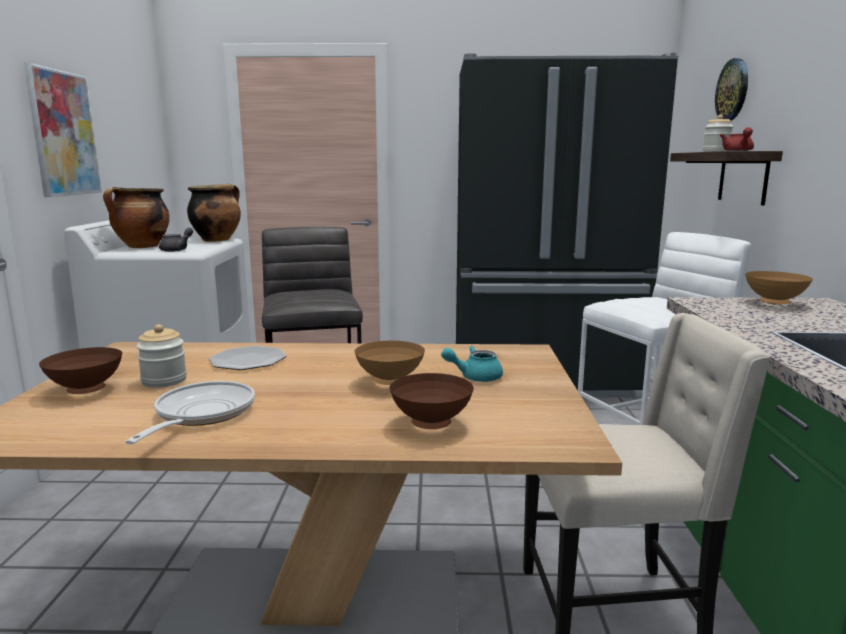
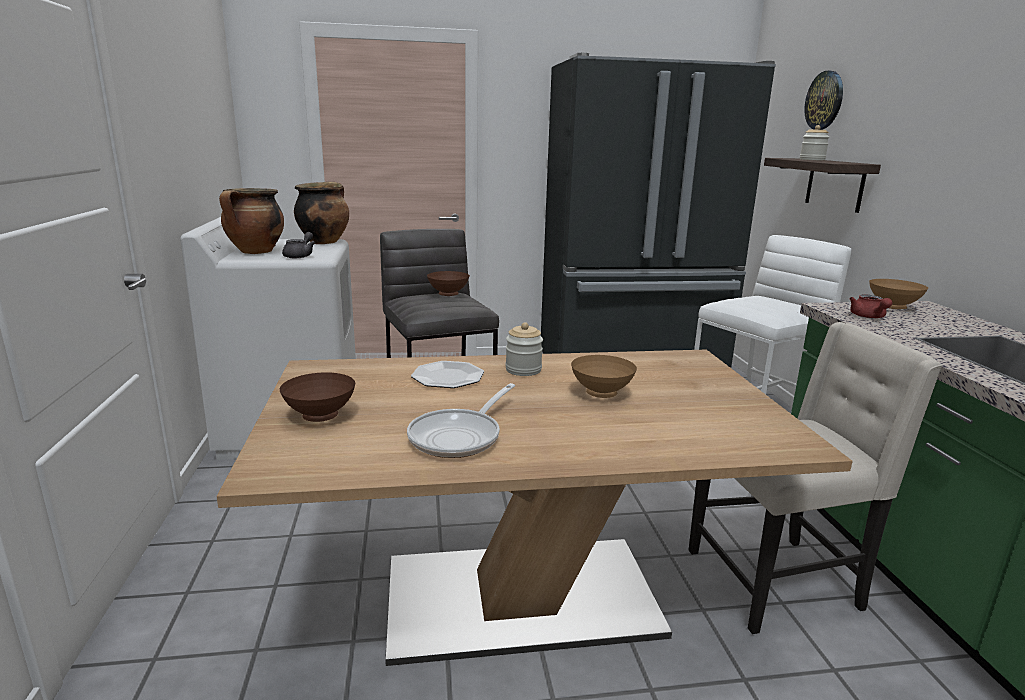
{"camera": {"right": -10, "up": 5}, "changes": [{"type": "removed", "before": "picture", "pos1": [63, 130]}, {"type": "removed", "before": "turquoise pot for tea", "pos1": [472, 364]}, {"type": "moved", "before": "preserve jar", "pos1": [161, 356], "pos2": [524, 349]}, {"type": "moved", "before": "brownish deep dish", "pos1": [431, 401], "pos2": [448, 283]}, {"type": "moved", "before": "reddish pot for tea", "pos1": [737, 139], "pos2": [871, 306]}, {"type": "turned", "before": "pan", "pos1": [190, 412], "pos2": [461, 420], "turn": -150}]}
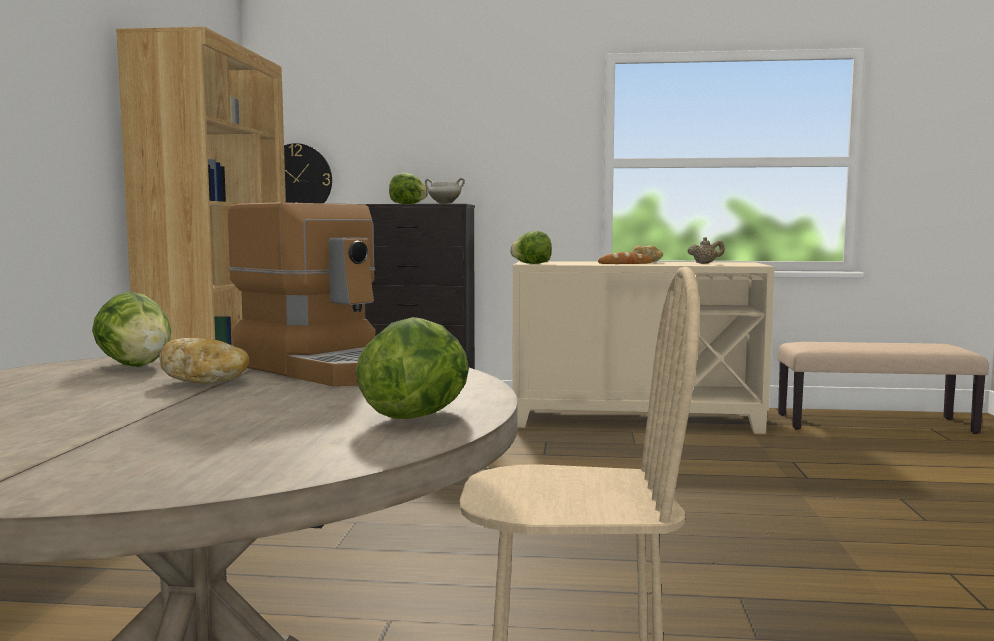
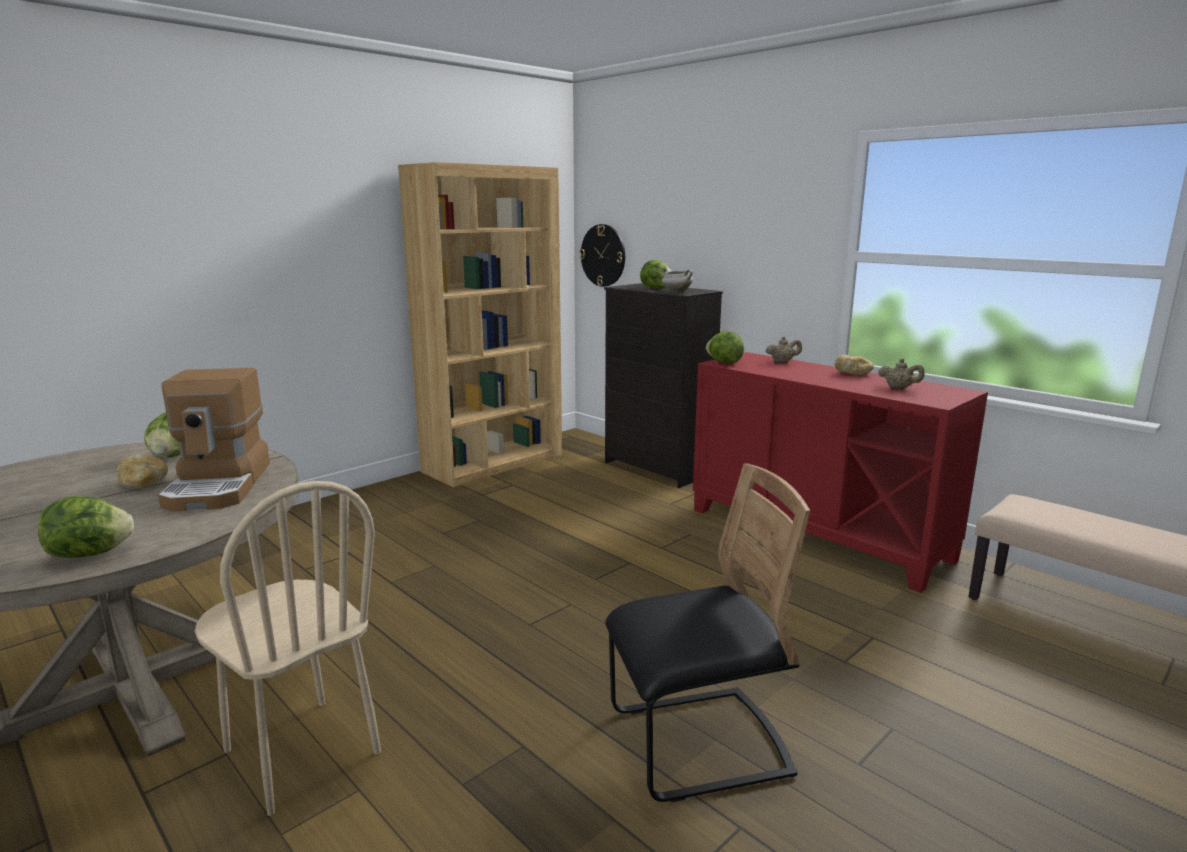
{"camera": {"right": 40, "up": 10}, "changes": [{"type": "removed", "before": "bakery bread", "pos1": [625, 258]}, {"type": "added", "after": "blackish chair", "pos2": [707, 633]}, {"type": "added", "after": "beige-coloured pot for tea", "pos2": [784, 349]}, {"type": "recoloured", "before": "beige-coloured storage cabinet", "after": "reddish storage cabinet", "pos1": [643, 347], "pos2": [840, 472]}]}
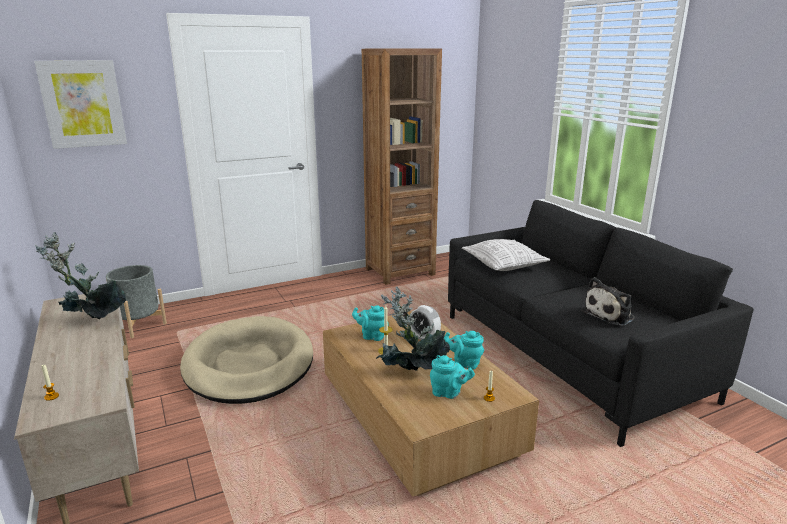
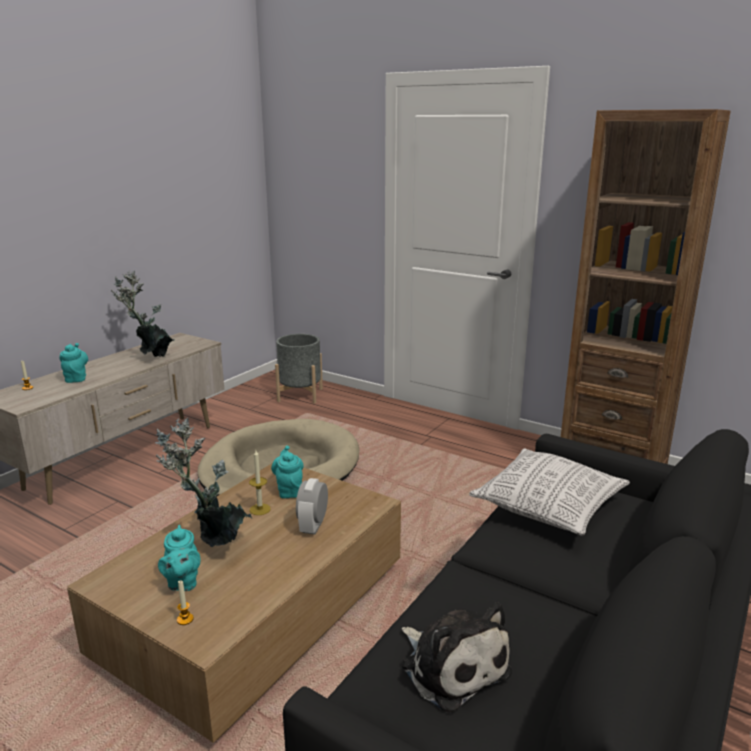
{"camera": {"right": 60, "up": 0}, "changes": [{"type": "removed", "before": "picture", "pos1": [80, 104]}, {"type": "moved", "before": "turquoise pot for tea", "pos1": [464, 350], "pos2": [73, 363]}, {"type": "turned", "before": "cuddly toy", "pos1": [608, 301], "pos2": [457, 657], "turn": -150}]}
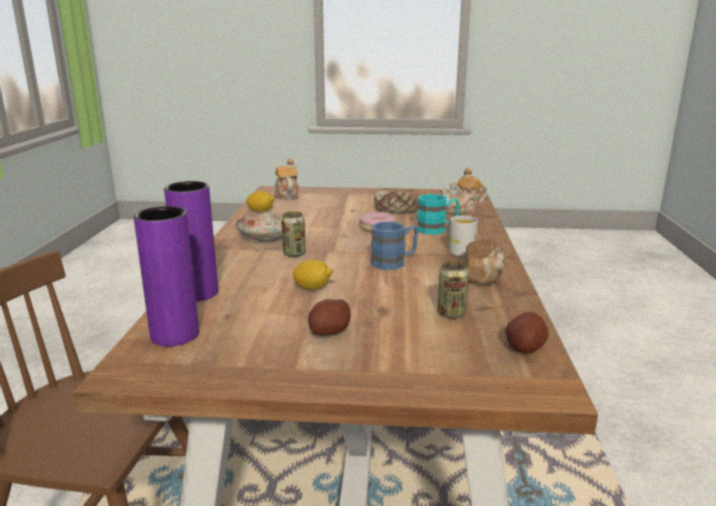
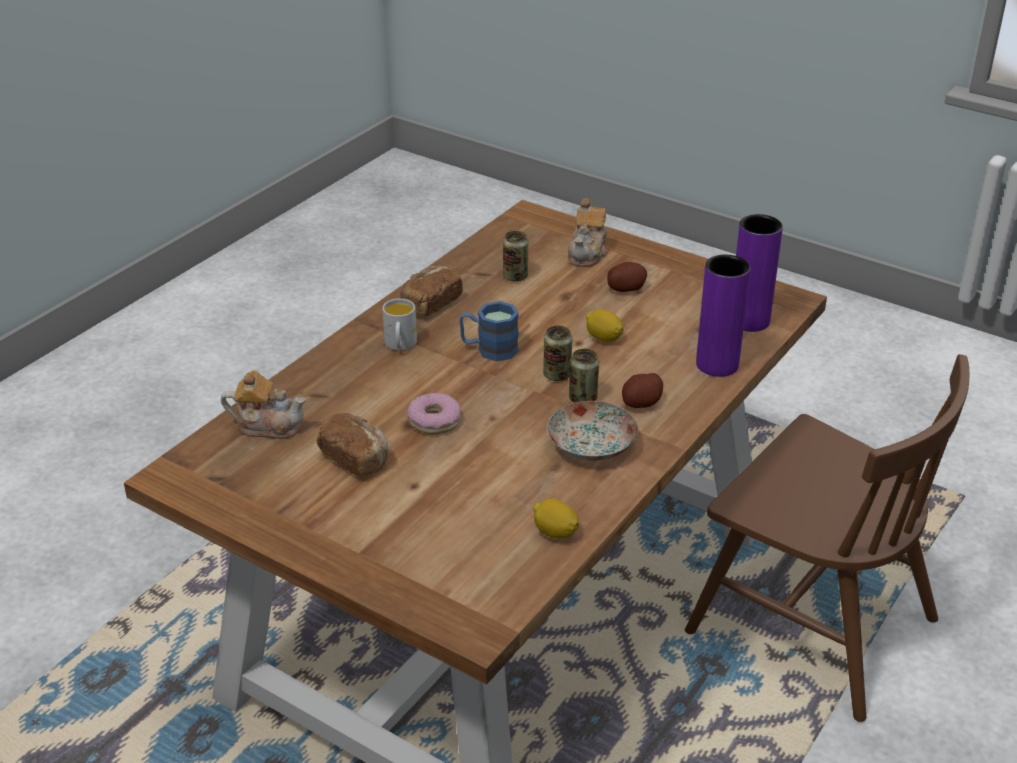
{"camera": {"right": -150, "up": 15}, "changes": [{"type": "removed", "before": "turquoise tea mug", "pos1": [438, 214]}, {"type": "added", "after": "metal can", "pos2": [558, 353]}, {"type": "moved", "before": "pot for tea", "pos1": [286, 179], "pos2": [588, 232]}, {"type": "moved", "before": "potato", "pos1": [527, 333], "pos2": [642, 390]}]}
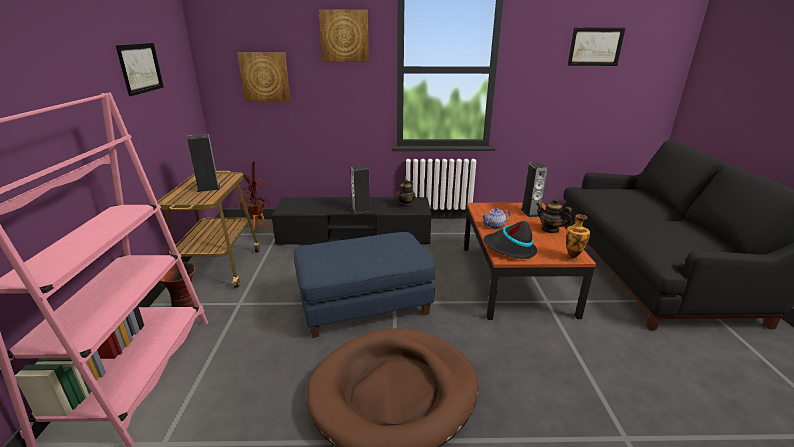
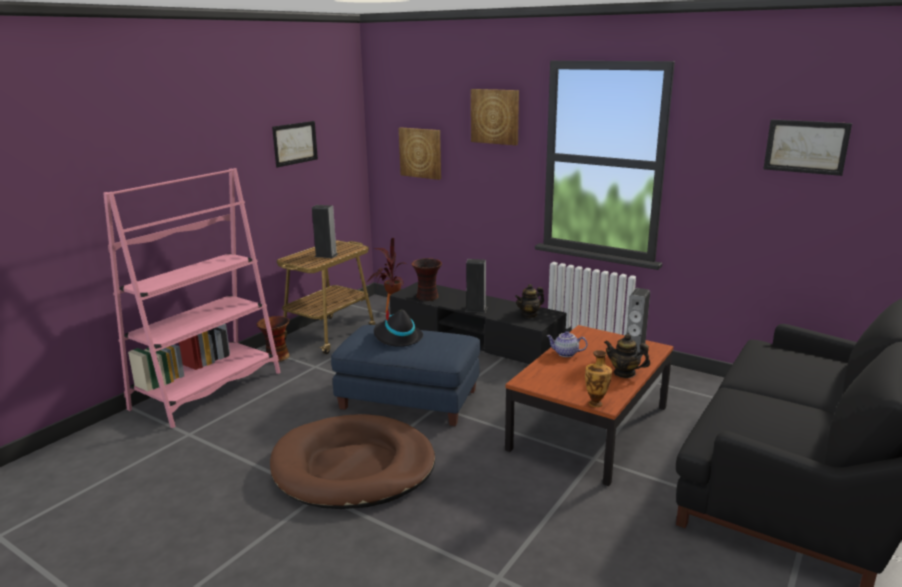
{"camera": {"right": 35, "up": -5}, "changes": [{"type": "added", "after": "decorative vase", "pos2": [427, 279]}, {"type": "moved", "before": "blackish wearable hat", "pos1": [510, 240], "pos2": [398, 327]}, {"type": "turned", "before": "pot for tea", "pos1": [554, 215], "pos2": [627, 356], "turn": -45}]}
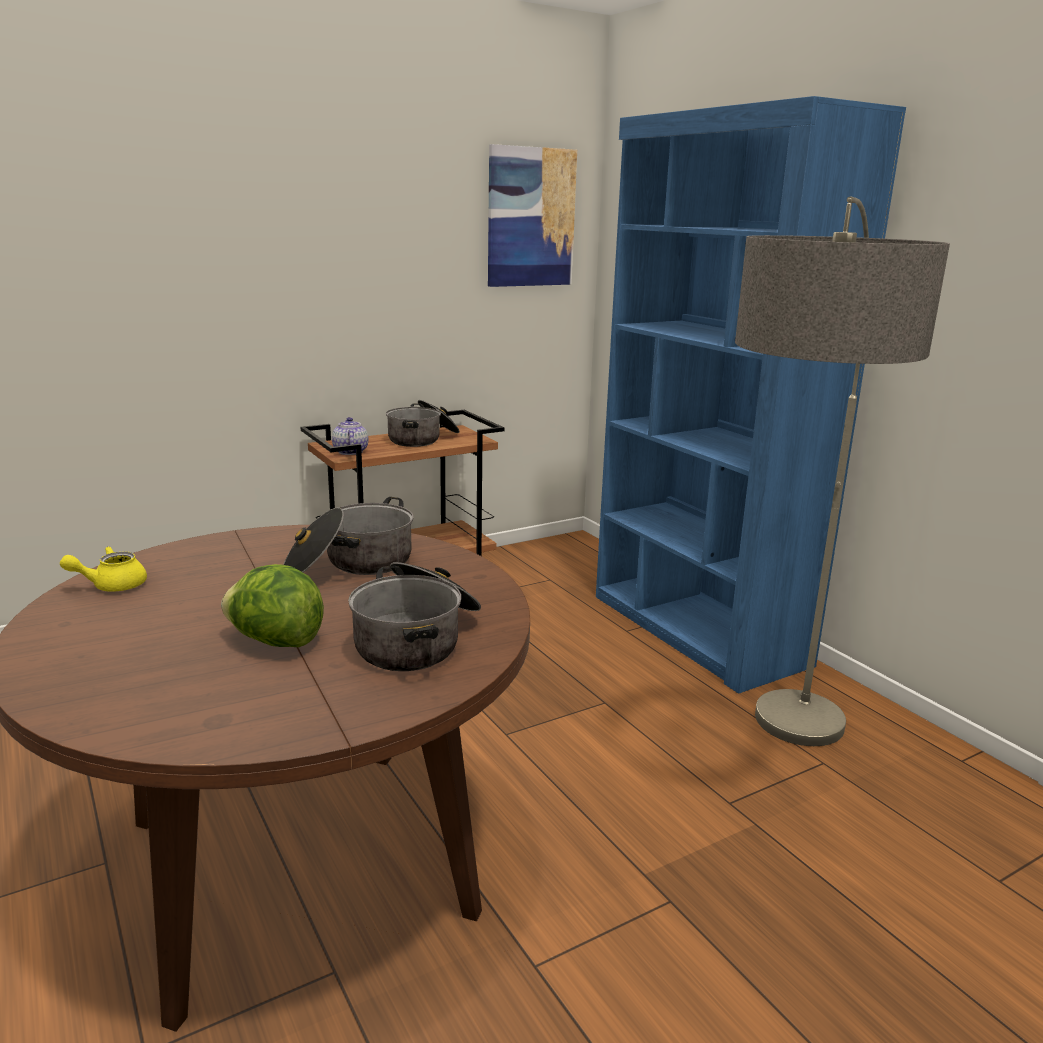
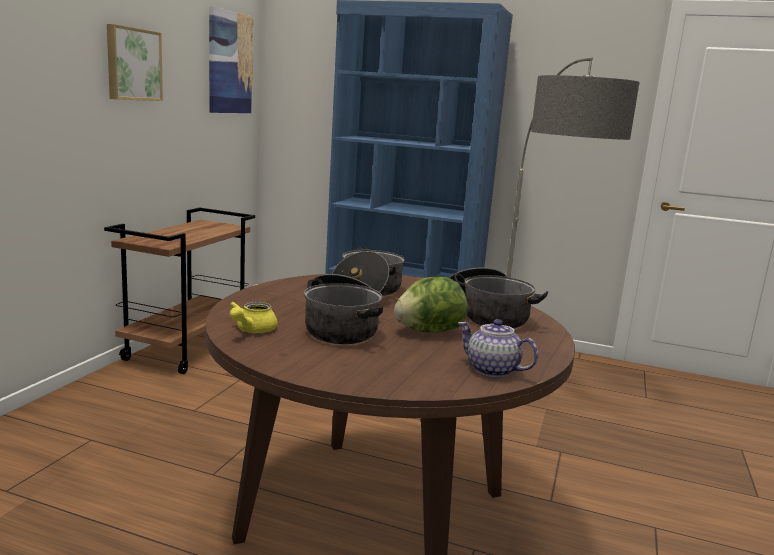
{"camera": {"right": -40, "up": -5}, "changes": [{"type": "added", "after": "picture", "pos2": [135, 62]}, {"type": "moved", "before": "pot for tea", "pos1": [350, 436], "pos2": [498, 348]}, {"type": "moved", "before": "cooking pot", "pos1": [422, 423], "pos2": [343, 309]}]}
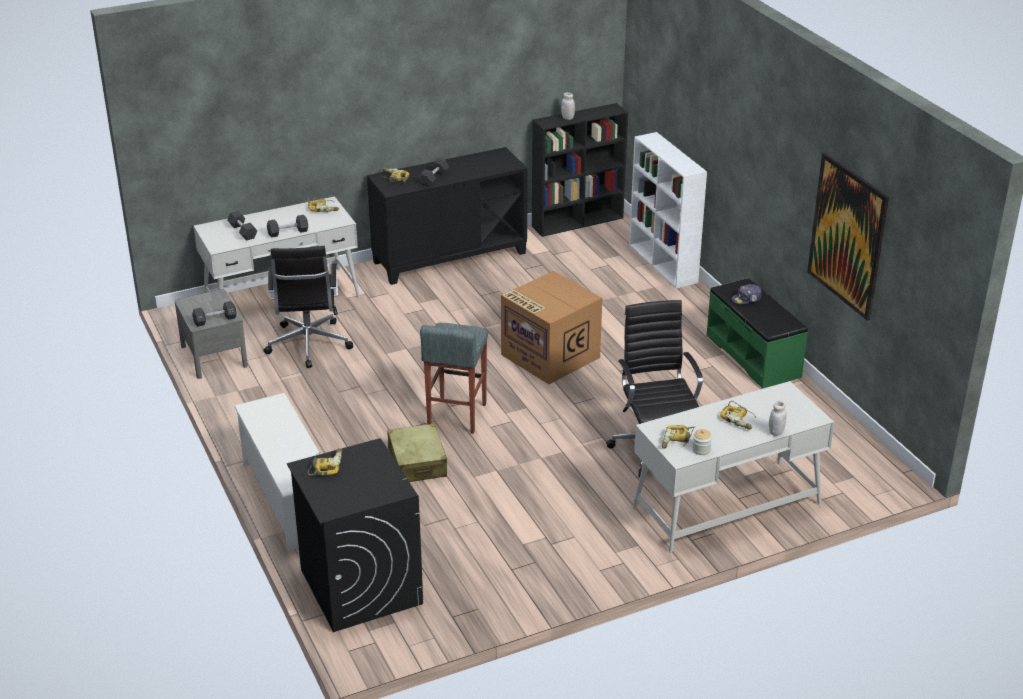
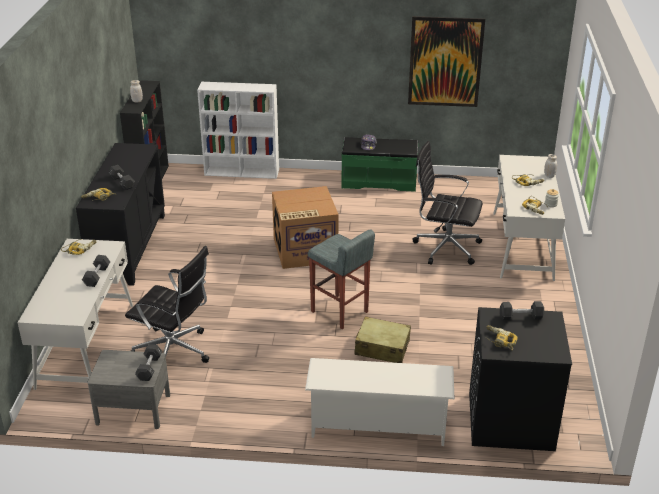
{"camera": {"right": -60, "up": 0}, "changes": [{"type": "moved", "before": "blackish hand weight", "pos1": [242, 226], "pos2": [522, 310]}]}
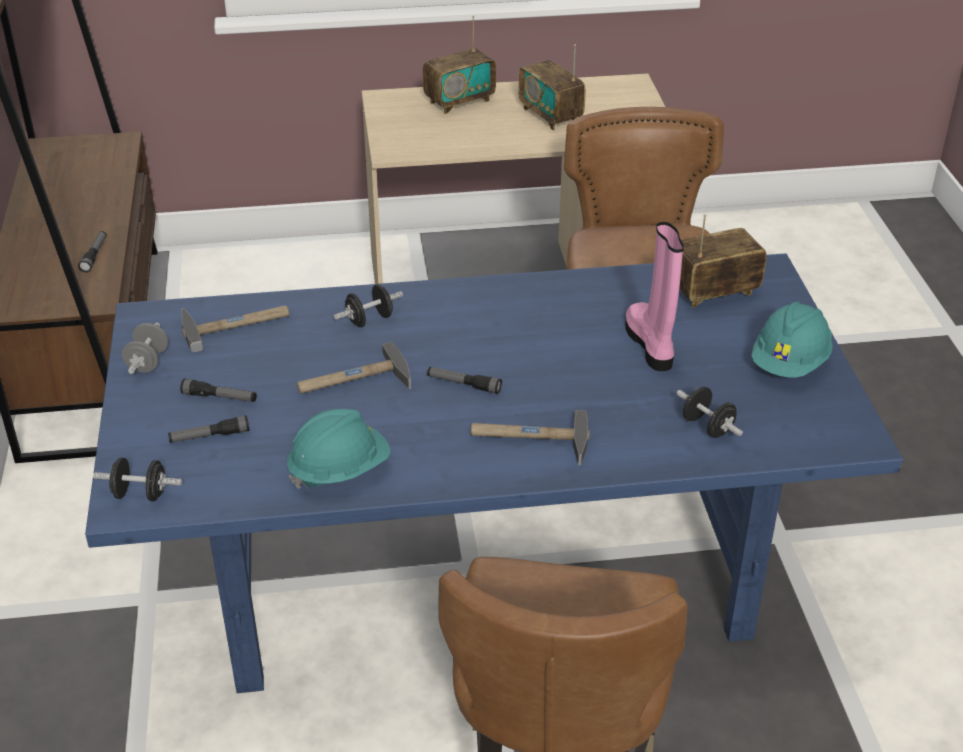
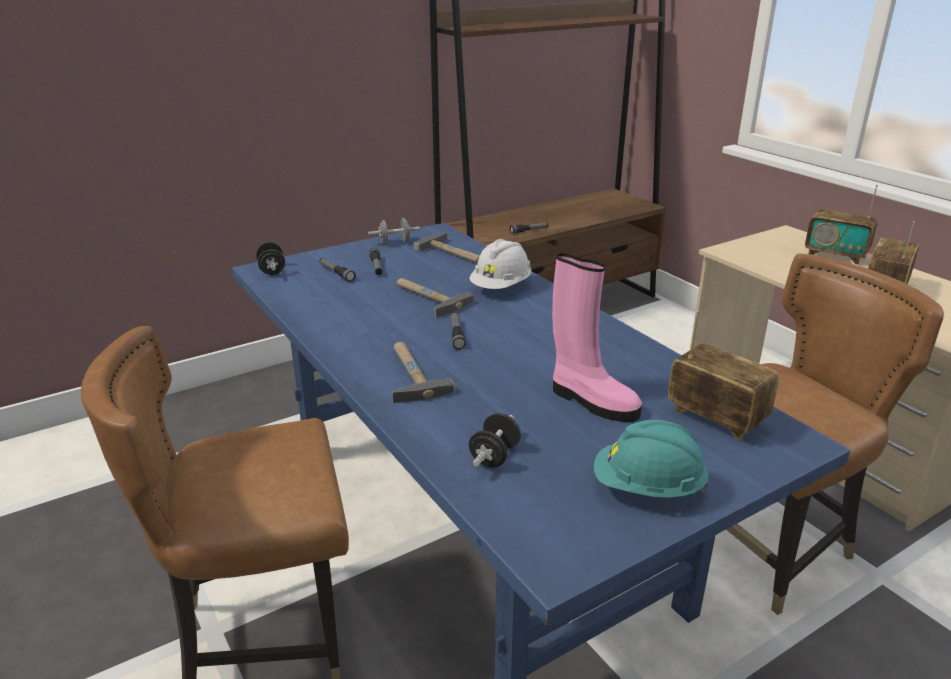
{"camera": {"right": 65, "up": -10}, "changes": [{"type": "removed", "before": "turquoise work helmet", "pos1": [338, 449]}, {"type": "replaced", "before": "blackish hand weight", "after": "white-coloured work helmet", "pos1": [368, 305], "pos2": [500, 264]}, {"type": "turned", "before": "pinkish tall boot", "pos1": [654, 296], "pos2": [597, 337], "turn": 75}]}
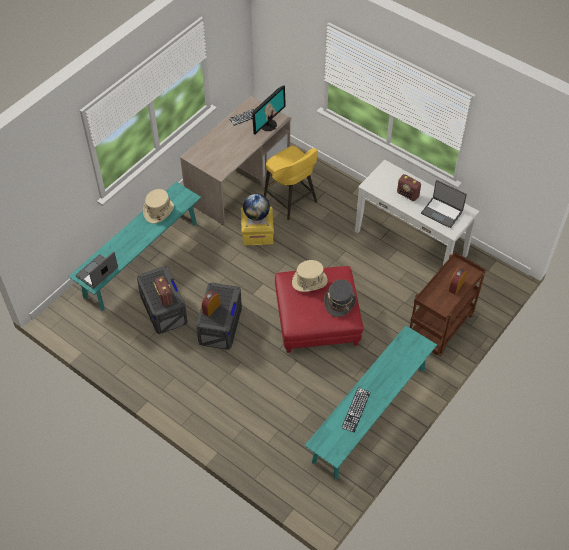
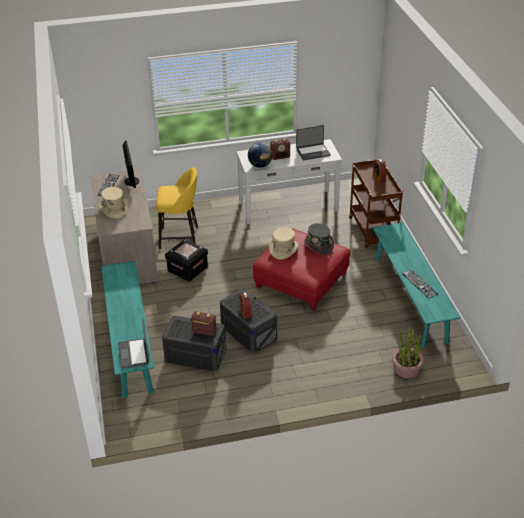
{"camera": {"right": -50, "up": -15}, "changes": [{"type": "added", "after": "plant in a pot", "pos2": [408, 352]}, {"type": "moved", "before": "beige-coloured wearable hat", "pos1": [158, 206], "pos2": [114, 203]}, {"type": "moved", "before": "globe", "pos1": [256, 207], "pos2": [260, 155]}, {"type": "recoloured", "before": "yellow storage bin", "after": "blackish storage bin", "pos1": [257, 226], "pos2": [186, 260]}]}
